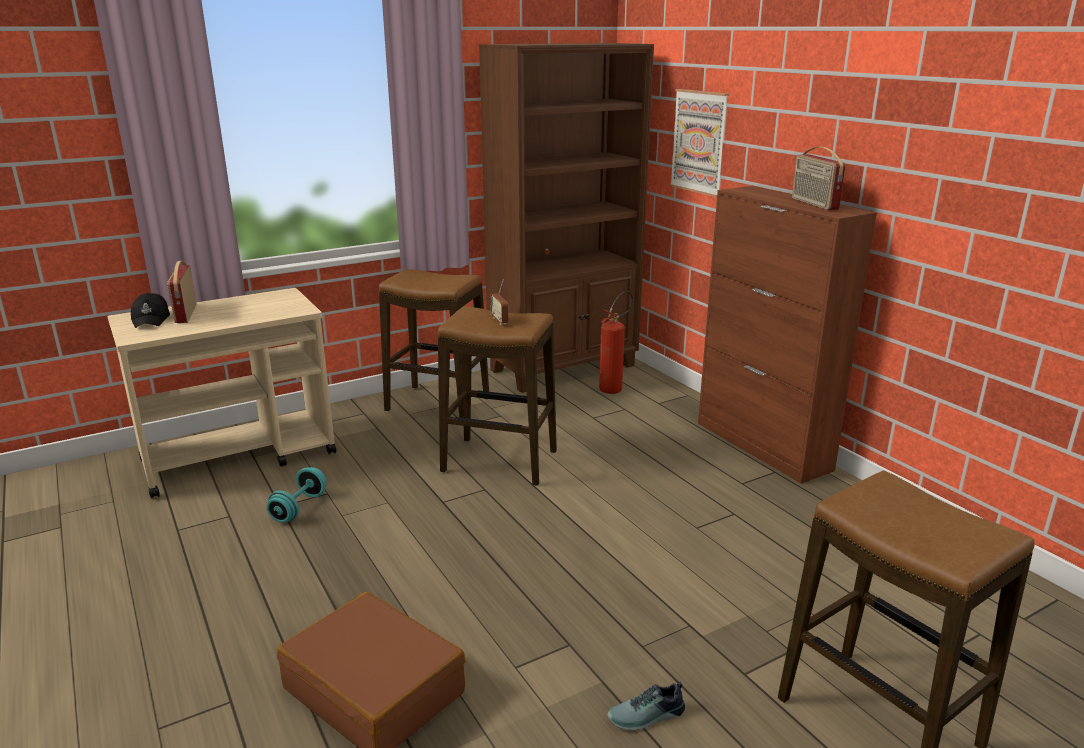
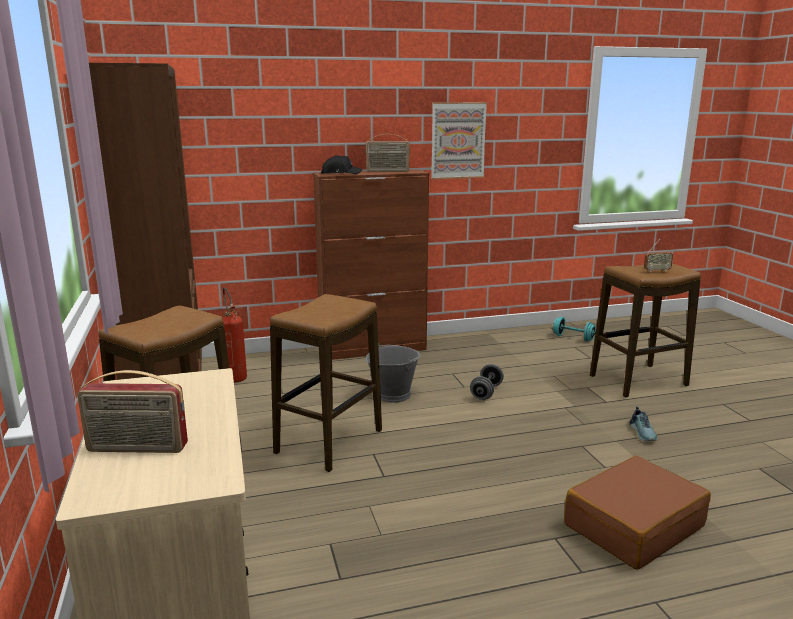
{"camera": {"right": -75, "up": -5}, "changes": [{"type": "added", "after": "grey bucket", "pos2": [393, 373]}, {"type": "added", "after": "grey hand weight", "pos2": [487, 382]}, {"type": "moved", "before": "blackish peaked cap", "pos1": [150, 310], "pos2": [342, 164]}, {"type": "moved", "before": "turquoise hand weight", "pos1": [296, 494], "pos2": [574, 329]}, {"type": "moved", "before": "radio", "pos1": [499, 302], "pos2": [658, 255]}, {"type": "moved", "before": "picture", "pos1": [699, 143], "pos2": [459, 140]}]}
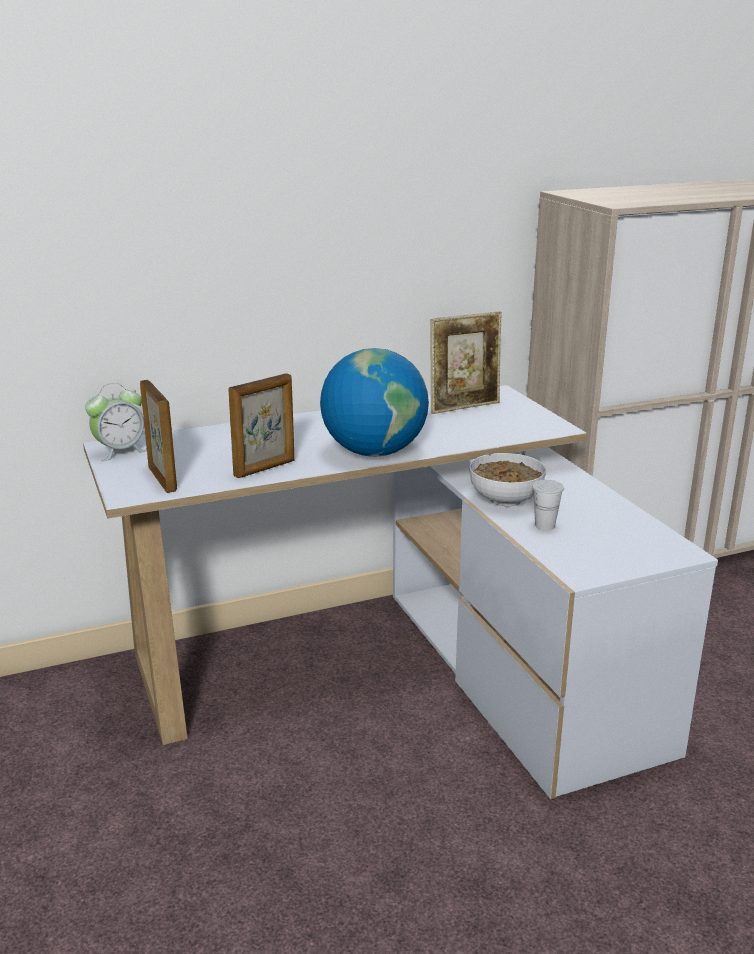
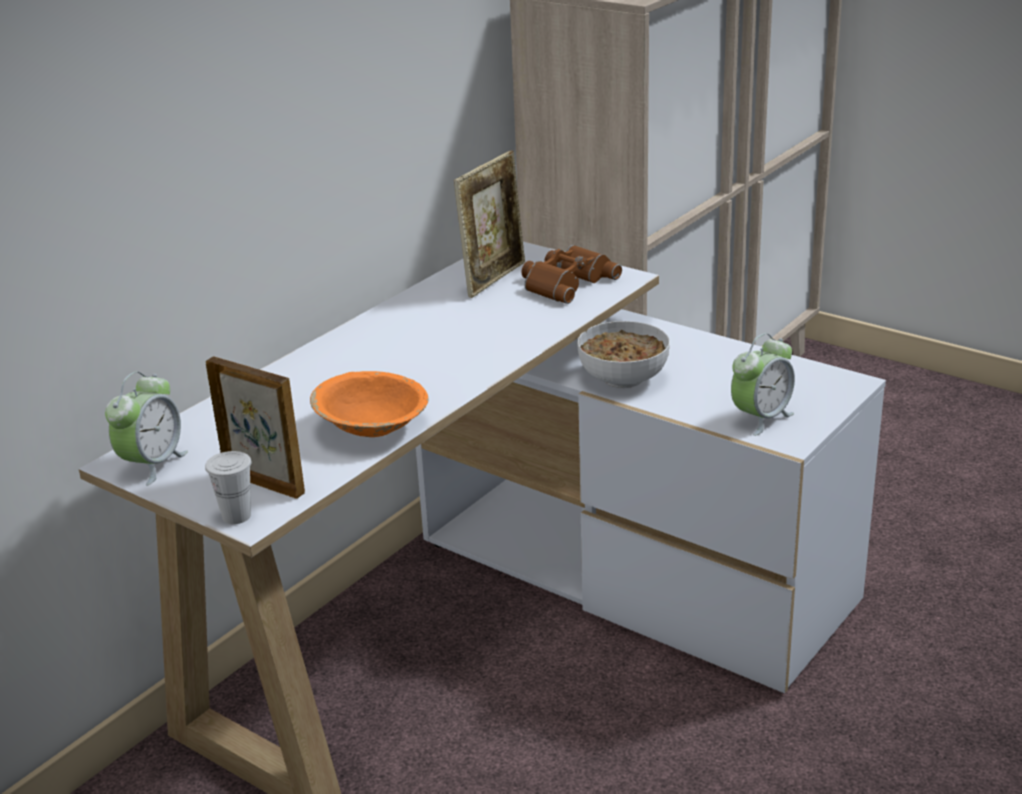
{"camera": {"right": -30, "up": 5}, "changes": [{"type": "removed", "before": "globe", "pos1": [374, 402]}, {"type": "added", "after": "brownish pair of binoculars", "pos2": [572, 274]}, {"type": "added", "after": "alarm clock", "pos2": [763, 384]}, {"type": "moved", "before": "white-coloured drinking cup", "pos1": [548, 505], "pos2": [228, 487]}, {"type": "replaced", "before": "picture frame", "after": "orange-coloured deep dish", "pos1": [261, 425], "pos2": [369, 404]}]}
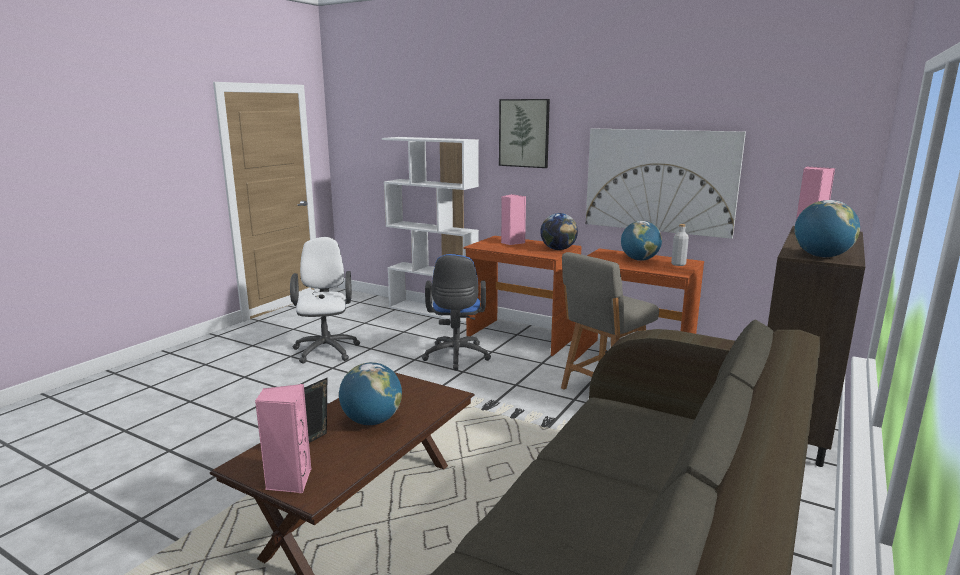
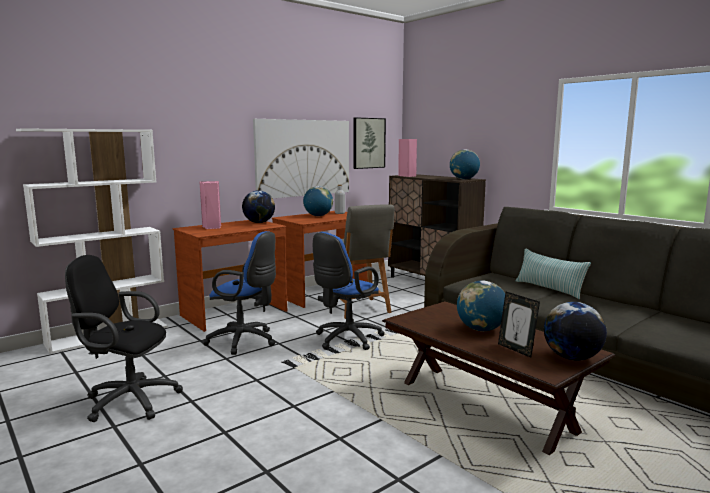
{"camera": {"right": -70, "up": -5}, "changes": [{"type": "added", "after": "blue-coloured computer chair", "pos2": [349, 291]}, {"type": "added", "after": "throw pillow", "pos2": [553, 273]}, {"type": "moved", "before": "picture", "pos1": [524, 133], "pos2": [369, 143]}, {"type": "replaced", "before": "pinkish speaker", "after": "globe", "pos1": [283, 438], "pos2": [575, 331]}, {"type": "recoloured", "before": "white-coloured computer chair", "after": "blackish computer chair", "pos1": [325, 300], "pos2": [124, 338]}]}
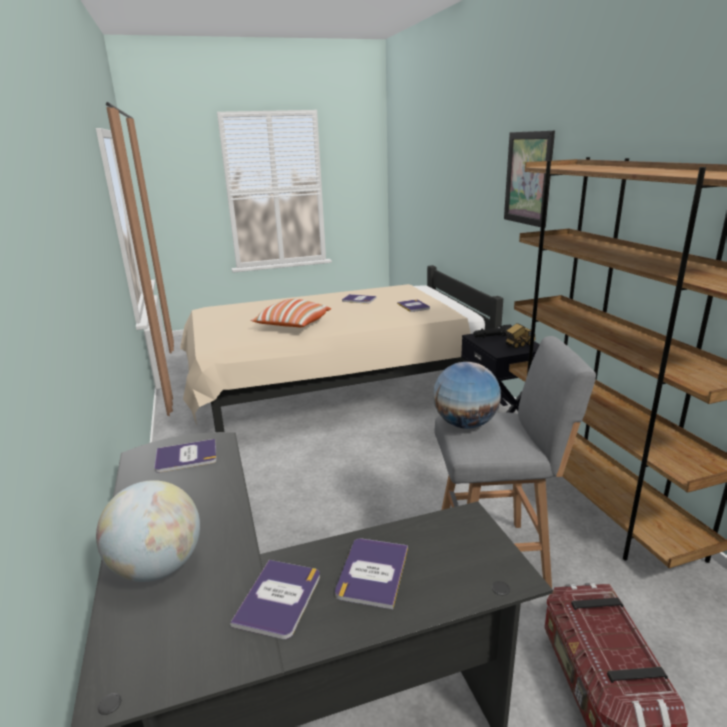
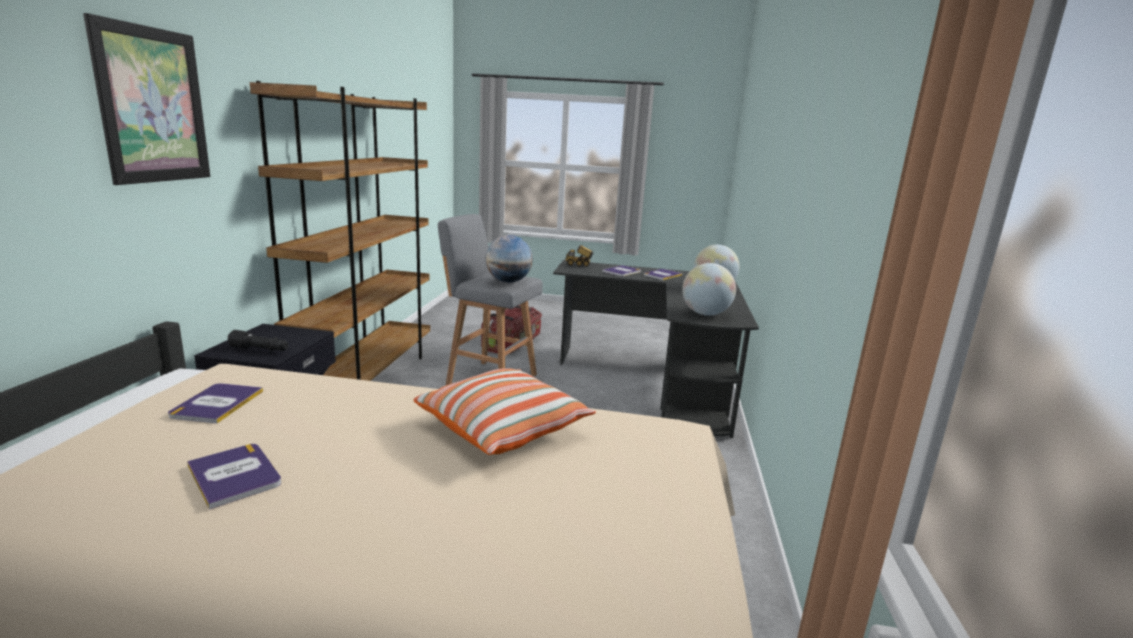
{"camera": {"right": -155, "up": -5}, "changes": [{"type": "moved", "before": "model truck", "pos1": [520, 336], "pos2": [579, 256]}, {"type": "replaced", "before": "volume", "after": "globe", "pos1": [185, 456], "pos2": [709, 289]}]}
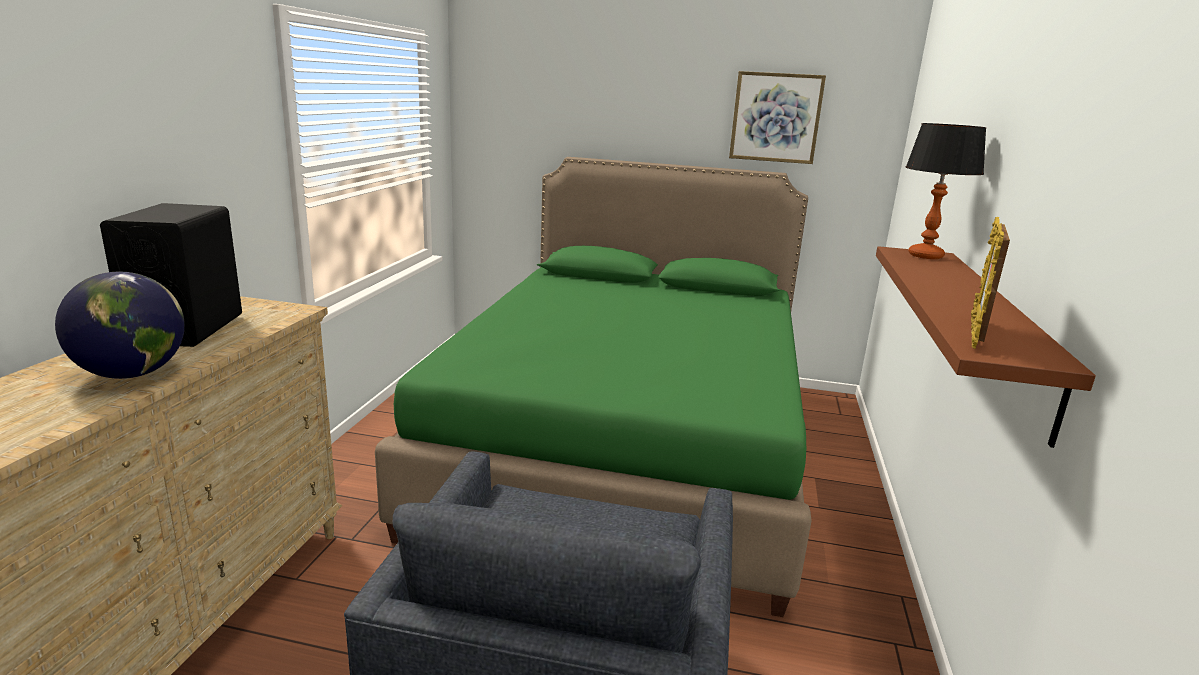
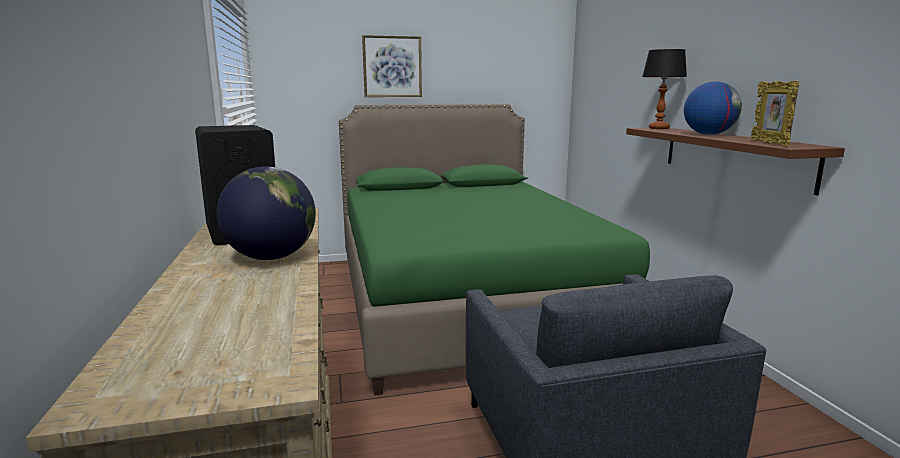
{"camera": {"right": -25, "up": -5}, "changes": [{"type": "added", "after": "globe", "pos2": [713, 108]}, {"type": "moved", "before": "picture", "pos1": [777, 117], "pos2": [392, 66]}]}
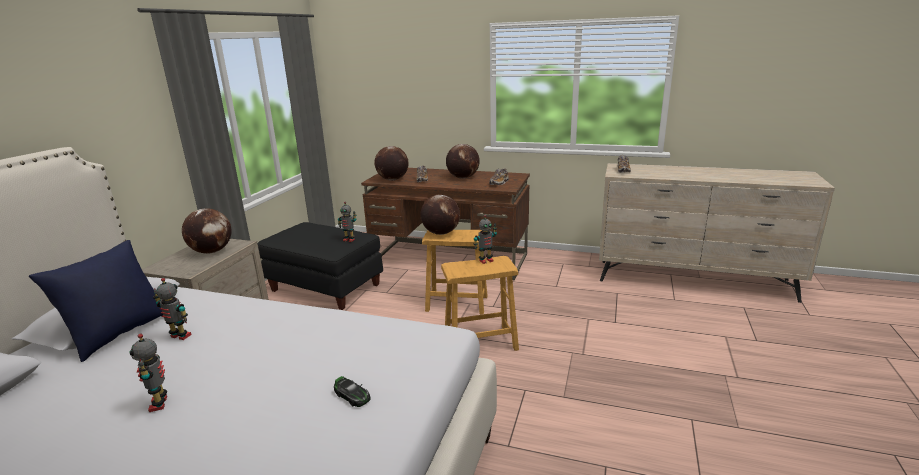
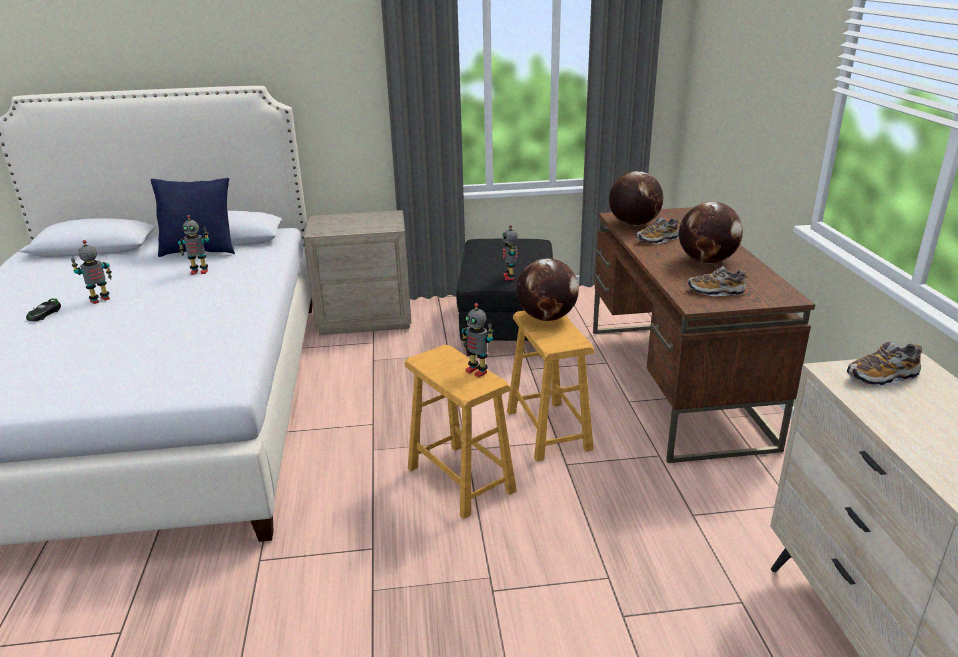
{"camera": {"right": 65, "up": 5}, "changes": [{"type": "removed", "before": "globe", "pos1": [207, 231]}, {"type": "moved", "before": "miniature car", "pos1": [352, 391], "pos2": [43, 309]}, {"type": "turned", "before": "model robot", "pos1": [172, 309], "pos2": [193, 245], "turn": 90}]}
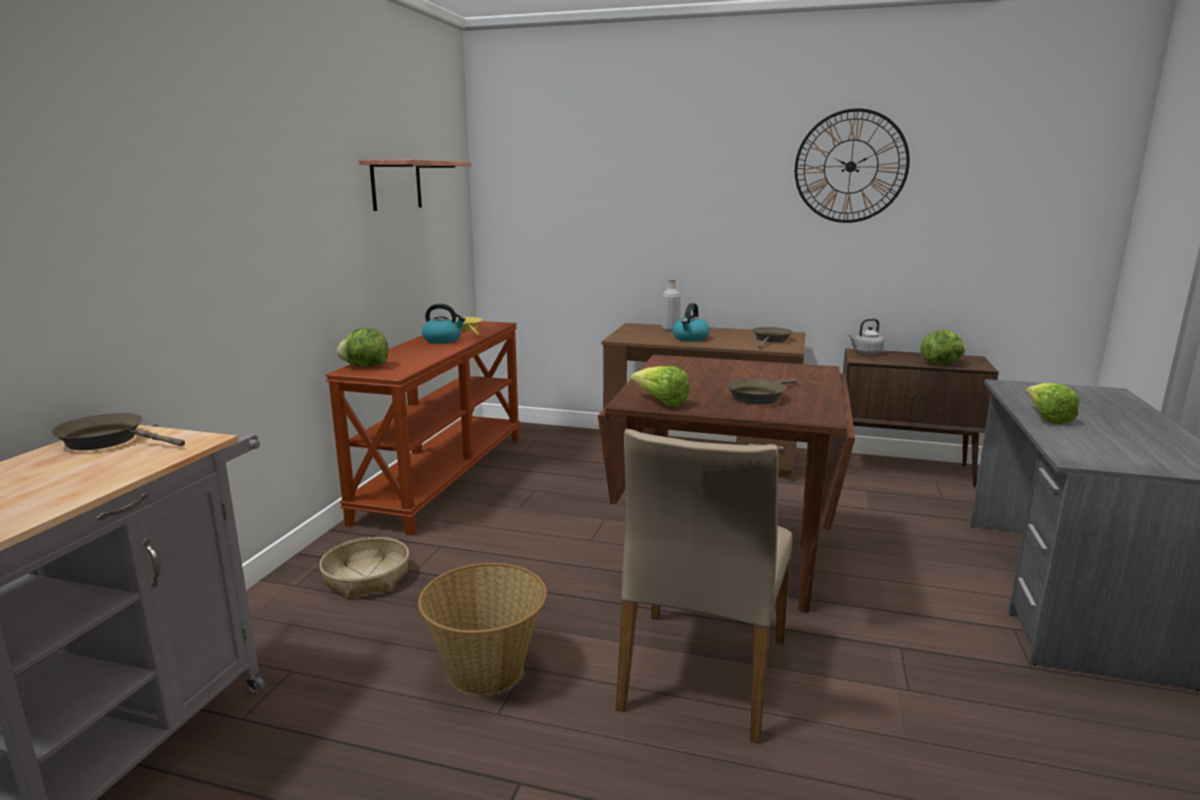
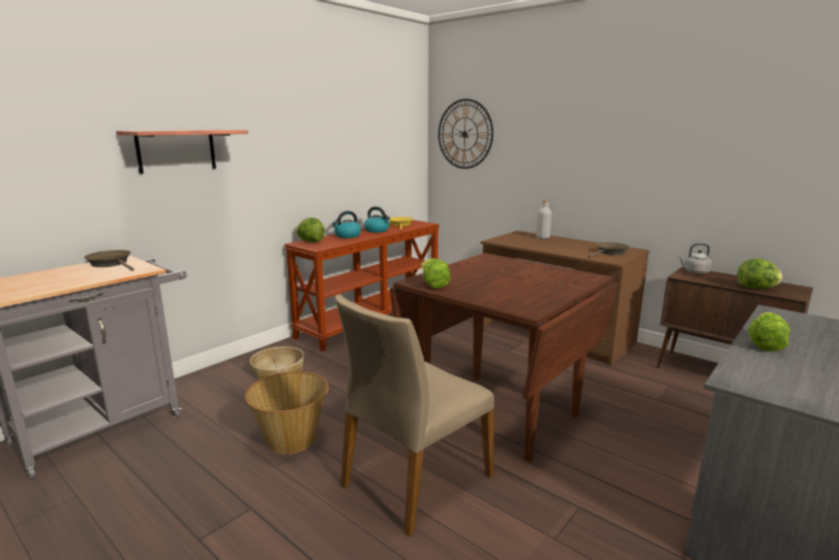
{"camera": {"right": 25, "up": 0}, "changes": [{"type": "removed", "before": "brownish pan", "pos1": [762, 391]}, {"type": "moved", "before": "wall shelf", "pos1": [415, 185], "pos2": [182, 152]}, {"type": "moved", "before": "water kettle", "pos1": [691, 322], "pos2": [346, 224]}, {"type": "moved", "before": "clock on the wall", "pos1": [852, 165], "pos2": [465, 134]}]}
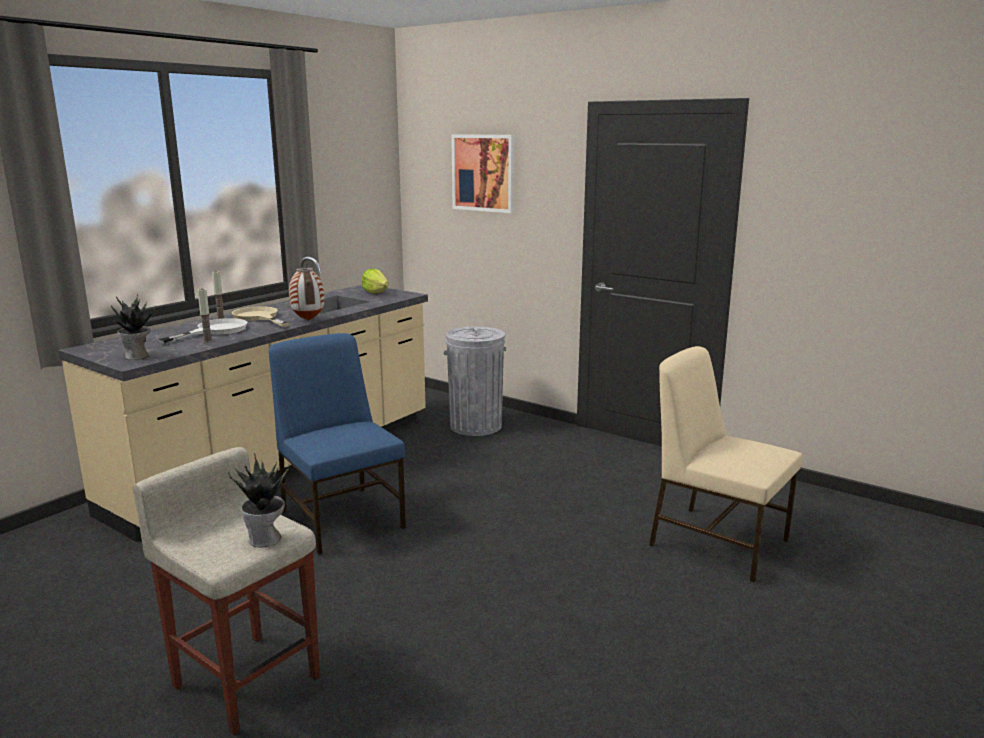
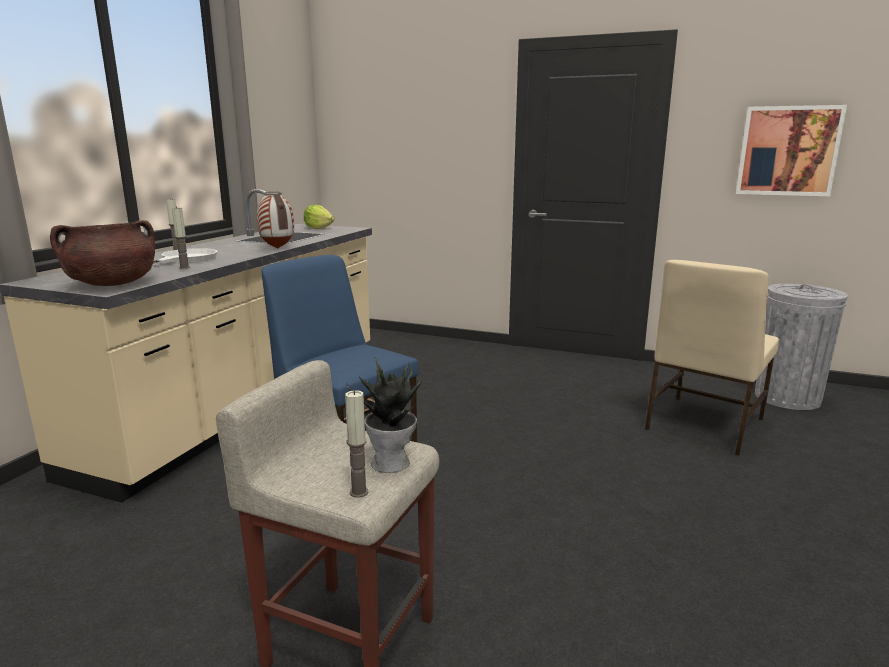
{"camera": {"right": -15, "up": 0}, "changes": [{"type": "removed", "before": "beige-coloured pan", "pos1": [260, 316]}, {"type": "added", "after": "candle", "pos2": [356, 444]}, {"type": "moved", "before": "grey trash can", "pos1": [475, 381], "pos2": [801, 347]}, {"type": "moved", "before": "picture", "pos1": [483, 173], "pos2": [791, 150]}, {"type": "replaced", "before": "plant in a pot", "after": "brownish cooking pot", "pos1": [133, 326], "pos2": [102, 253]}, {"type": "turned", "before": "beige-coloured chair", "pos1": [725, 464], "pos2": [712, 358], "turn": -75}]}
